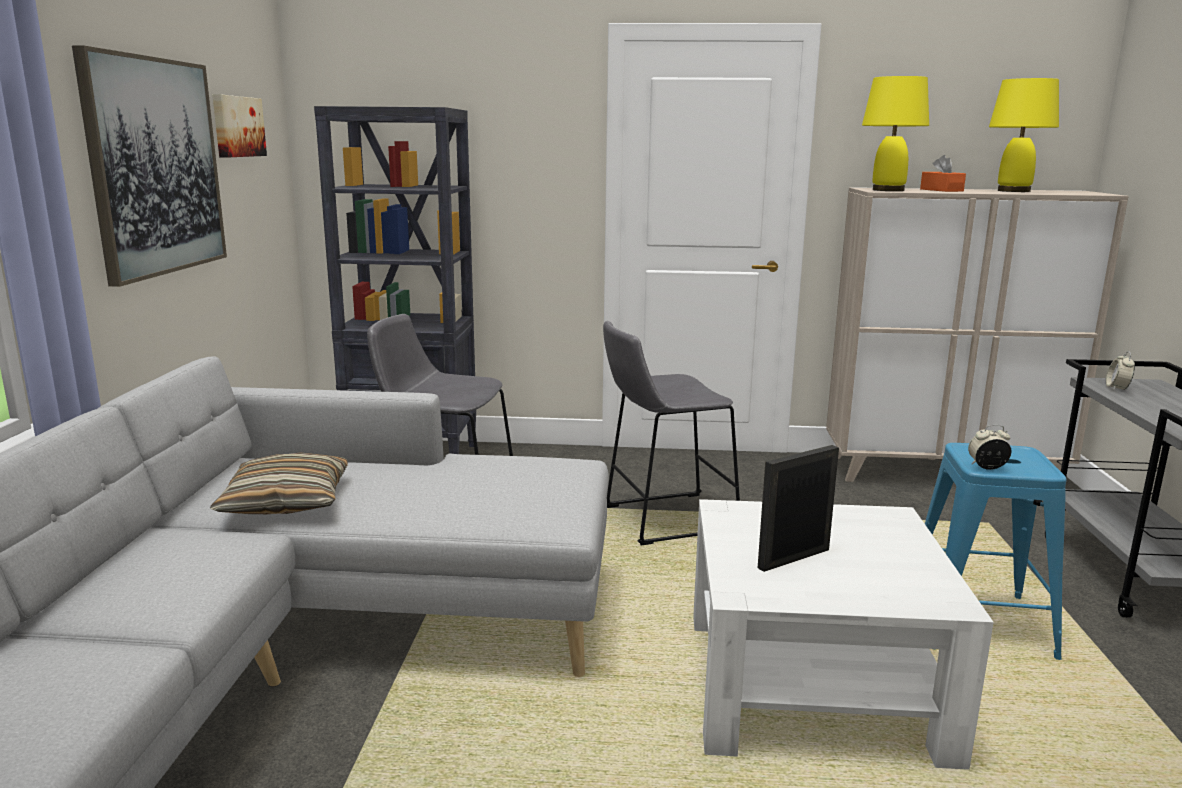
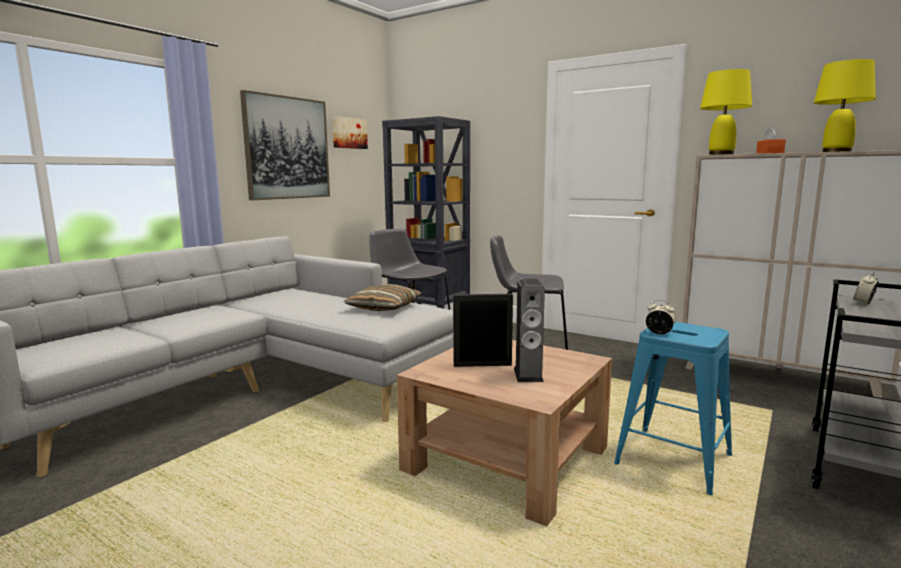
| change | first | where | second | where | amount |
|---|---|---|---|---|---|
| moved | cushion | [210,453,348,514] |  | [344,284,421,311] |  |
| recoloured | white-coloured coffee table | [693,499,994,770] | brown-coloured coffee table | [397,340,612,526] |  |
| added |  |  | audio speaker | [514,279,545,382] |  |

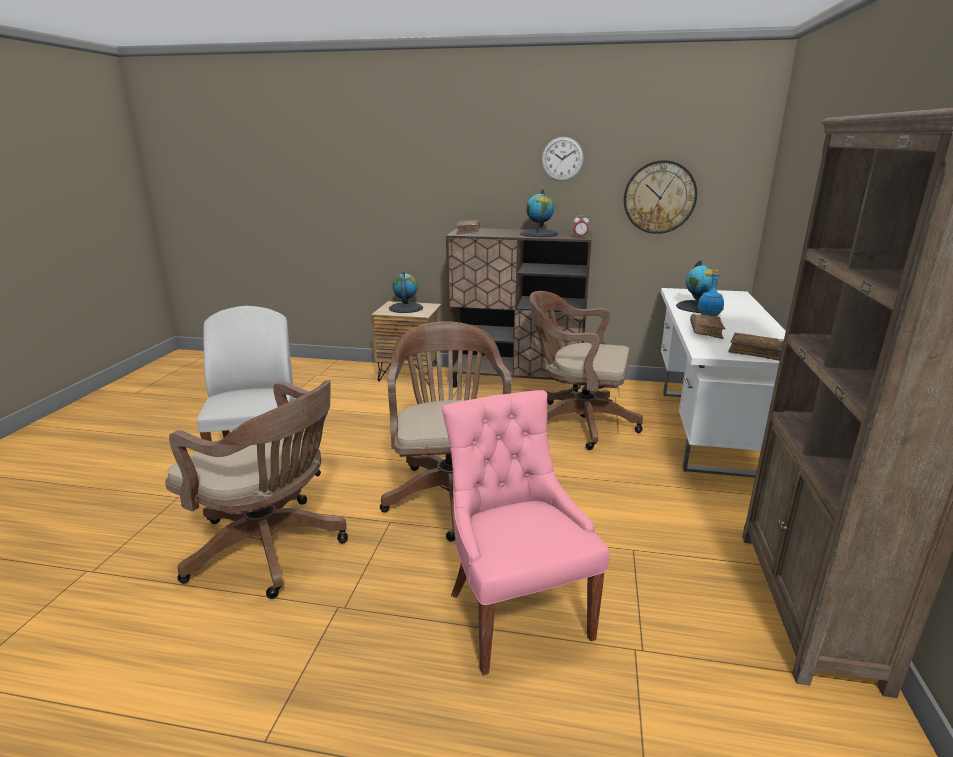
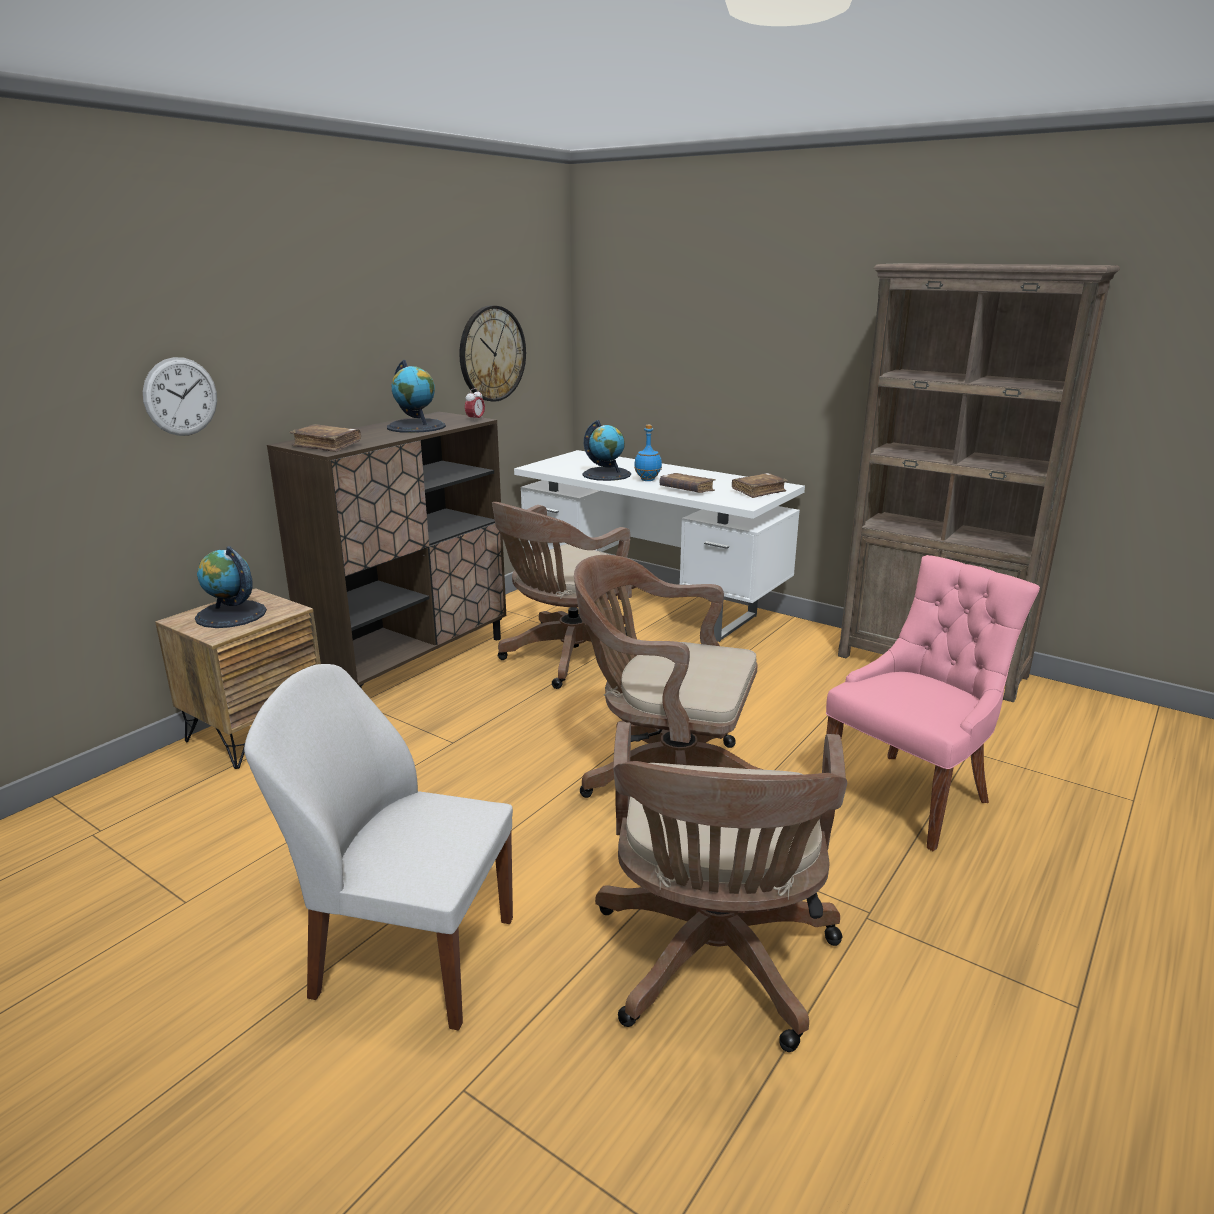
| change | first | where | second | where | amount |
|---|---|---|---|---|---|
| turned | brown-coloured computer chair | [165,380,348,599] |  | [595,722,847,1052] | 135 degrees clockwise |
| turned | pinkish plain chair | [442,390,610,675] |  | [826,555,1040,851] | 135 degrees clockwise |
| moved | wall clock | [541,137,584,181] |  | [143,357,217,436] |  |

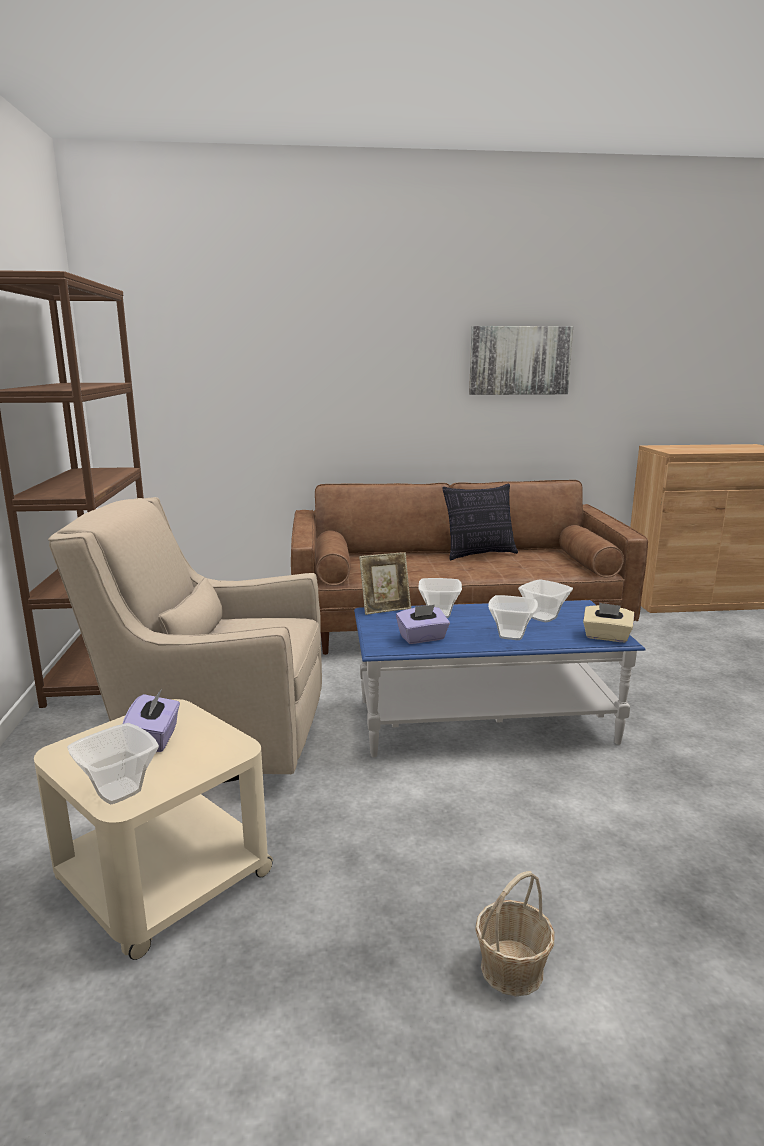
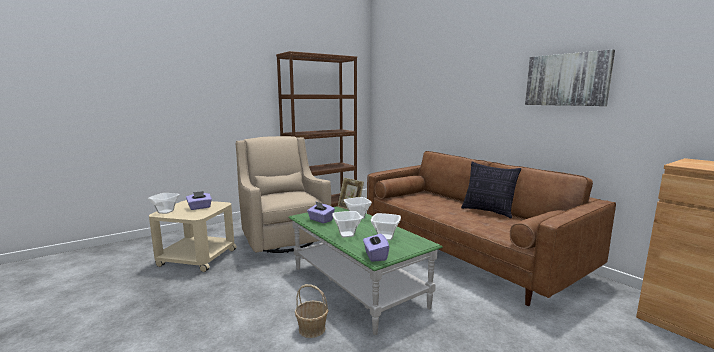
| change | first | where | second | where | amount |
|---|---|---|---|---|---|
| recoloured | bluish coffee table | [354,600,646,757] | greenish coffee table | [288,206,443,335] |  |
| moved | household basket | [475,871,555,996] |  | [295,284,329,338] |  |
| recoloured | beige-coloured tissue holder | [583,602,634,642] | purplish tissue holder | [363,230,389,262] |  |

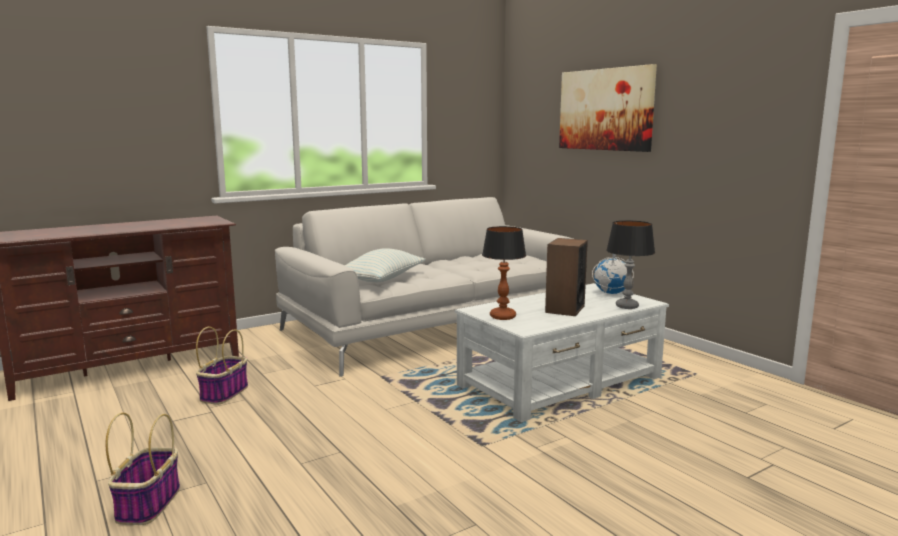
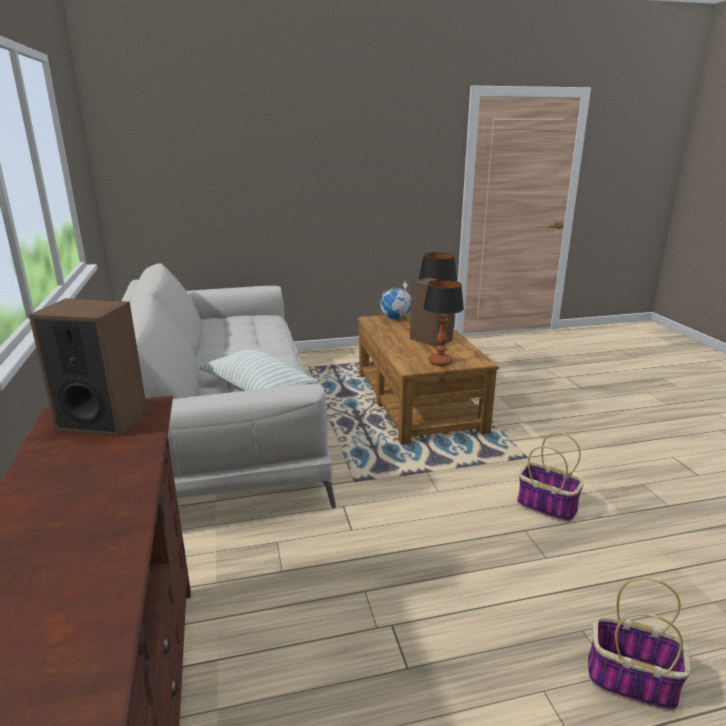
| change | first | where | second | where | amount |
|---|---|---|---|---|---|
| moved | household basket | [196,327,248,405] |  | [517,432,584,522] |  |
| recoloured | white-coloured coffee table | [455,283,669,422] | brown-coloured coffee table | [358,313,499,445] |  |
| removed | wall art | [559,64,657,152] |  |  |  |
| added |  |  | audio speaker | [29,299,147,436] |  |

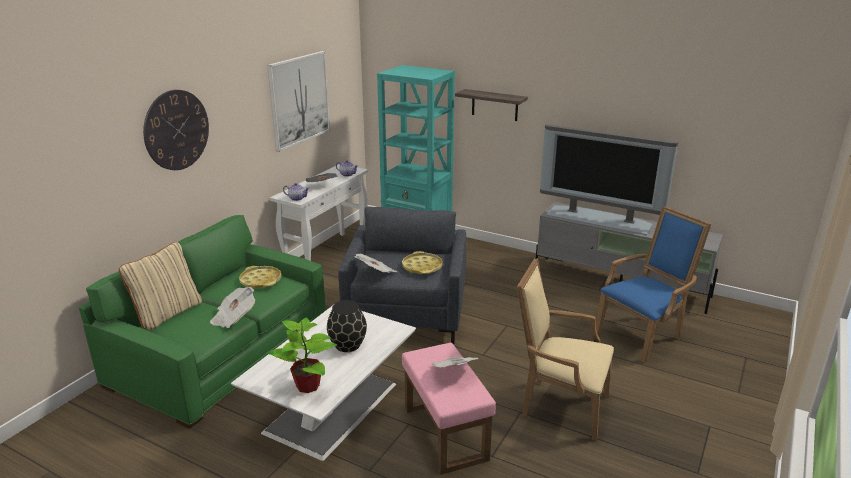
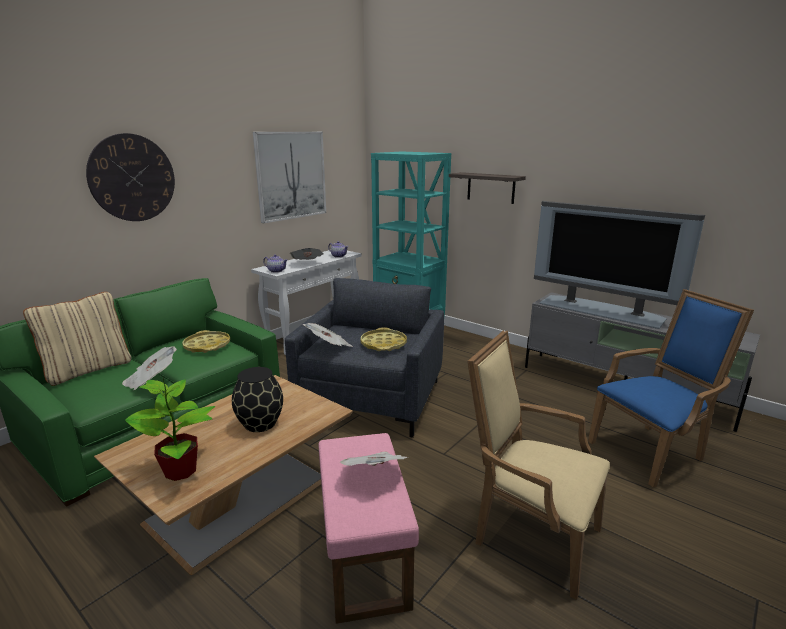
| change | first | where | second | where | amount |
|---|---|---|---|---|---|
| recoloured | white-coloured coffee table | [231,306,416,461] | brown-coloured coffee table | [94,375,353,575] |  |

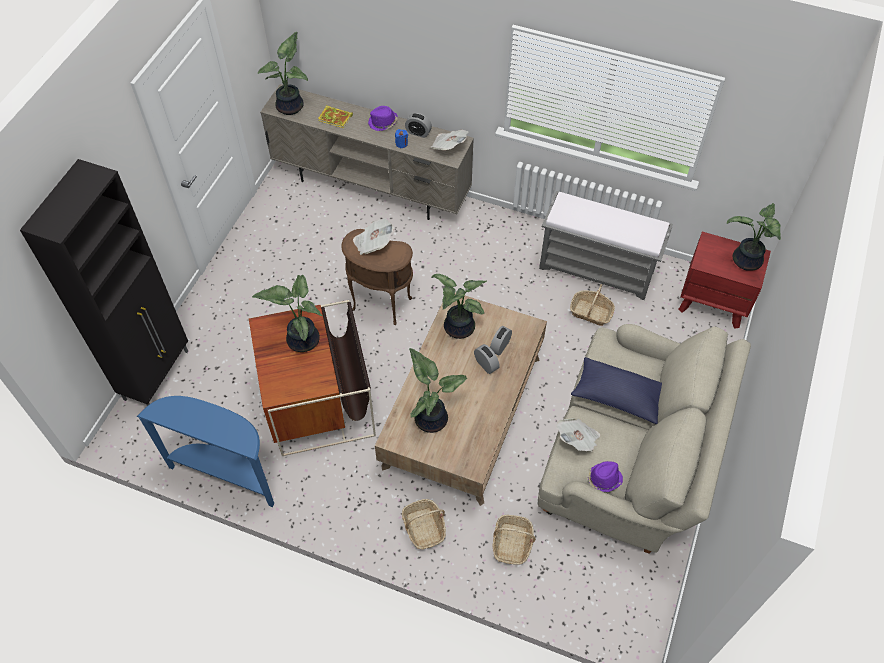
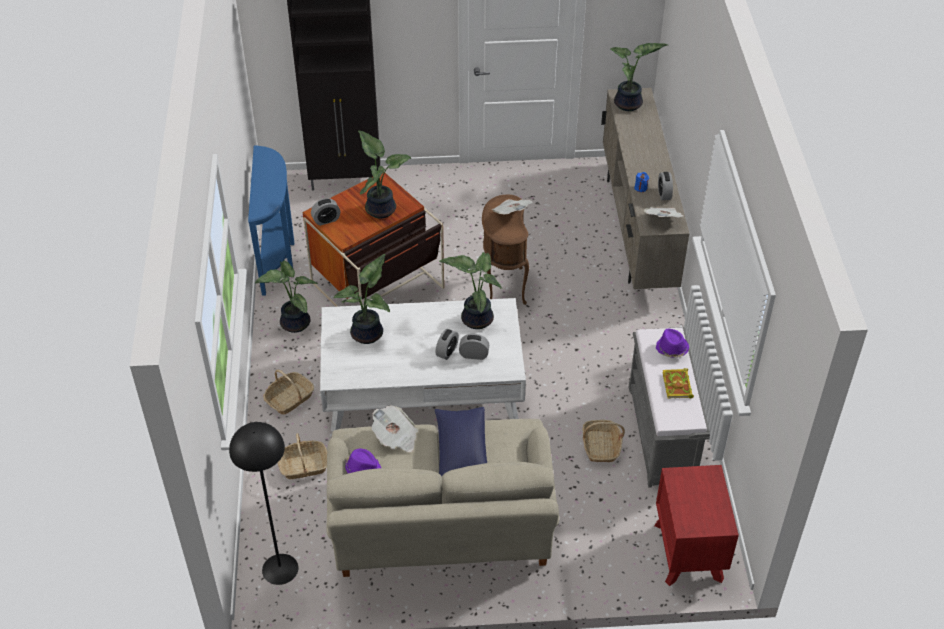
| change | first | where | second | where | amount |
|---|---|---|---|---|---|
| moved | bound book | [318,105,353,128] |  | [662,368,694,398] |  |
| moved | purplish hat | [368,106,398,131] |  | [656,328,689,358] |  |
| recoloured | brown-coloured coffee table | [375,292,547,506] | white-coloured coffee table | [320,298,526,431] |  |
| moved | houseplant | [727,203,781,271] |  | [255,261,318,333] |  |
| added |  |  | black-coloured standing lamp | [229,422,298,585] |  |
| added |  |  | alarm clock | [311,198,340,226] |  |

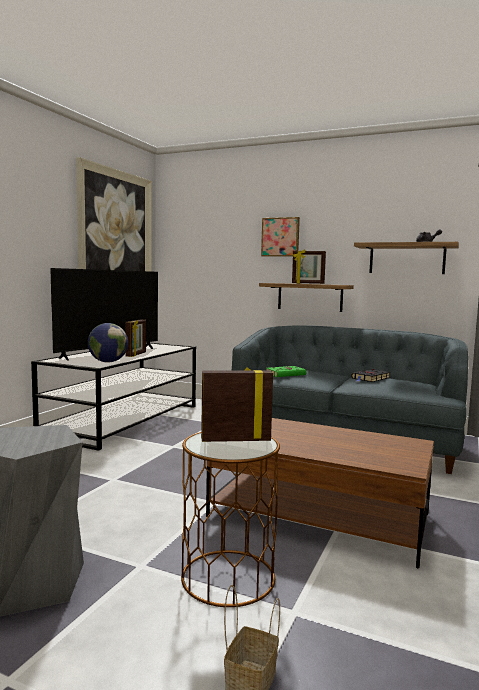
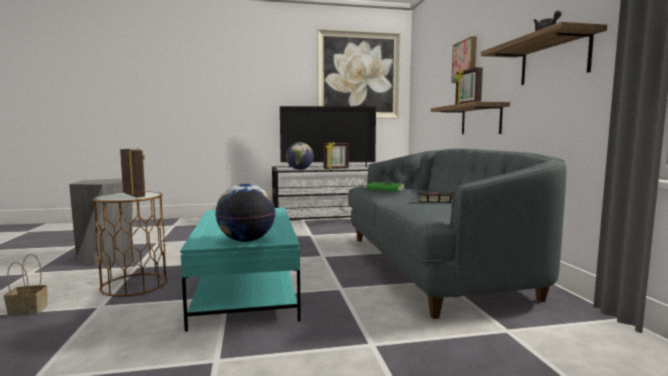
| change | first | where | second | where | amount |
|---|---|---|---|---|---|
| recoloured | brown-coloured coffee table | [206,418,434,568] | turquoise coffee table | [180,208,301,332] |  |
| added |  |  | globe | [215,184,275,242] |  |

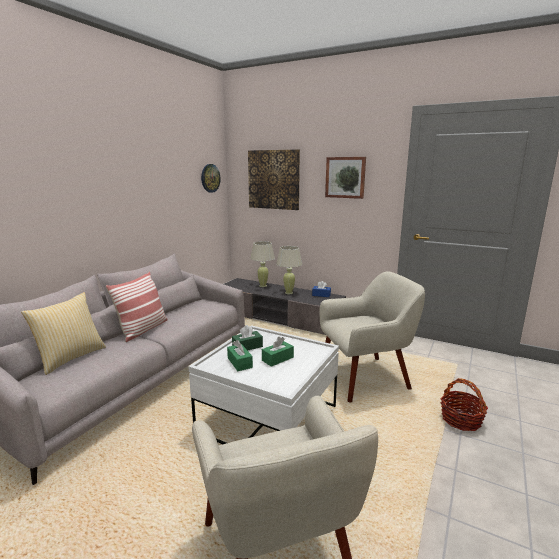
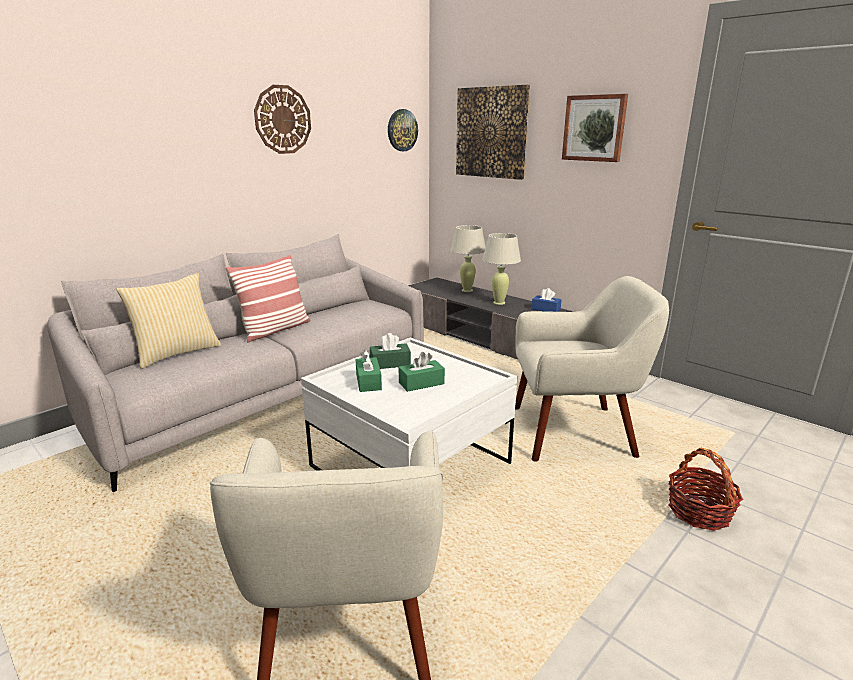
| change | first | where | second | where | amount |
|---|---|---|---|---|---|
| added |  |  | wall clock | [254,85,311,154] |  |

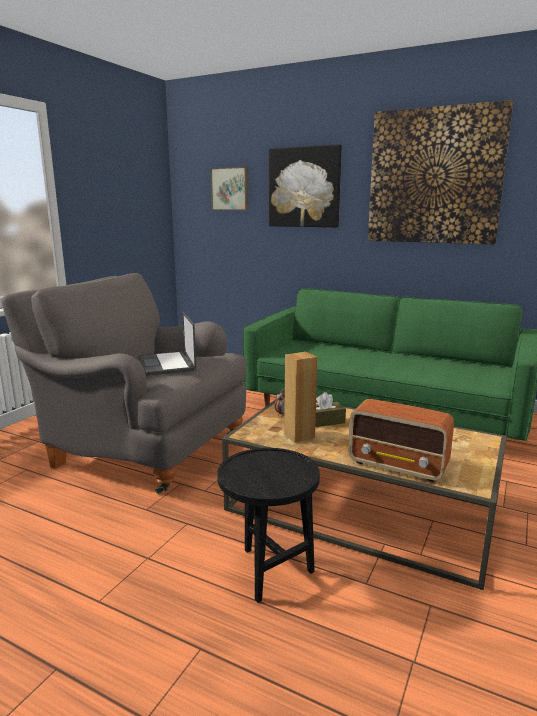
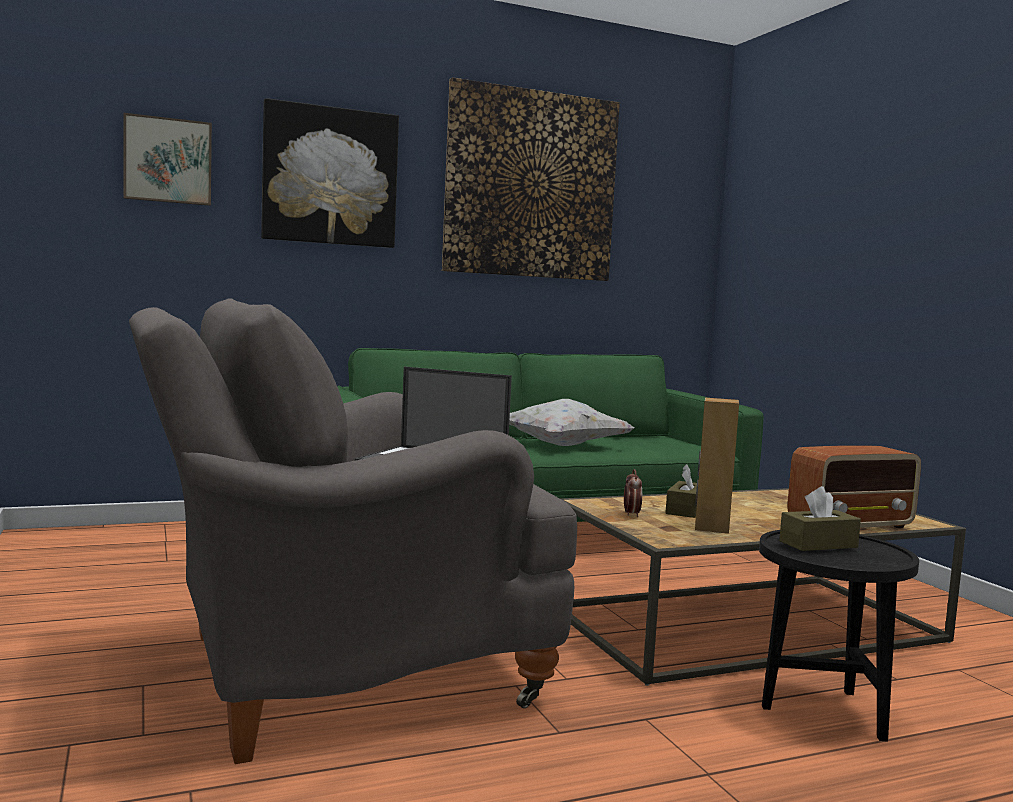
| change | first | where | second | where | amount |
|---|---|---|---|---|---|
| added |  |  | white-coloured cushion | [509,399,634,446] |  |
| added |  |  | brown-coloured tissue holder | [779,486,861,551] |  |

